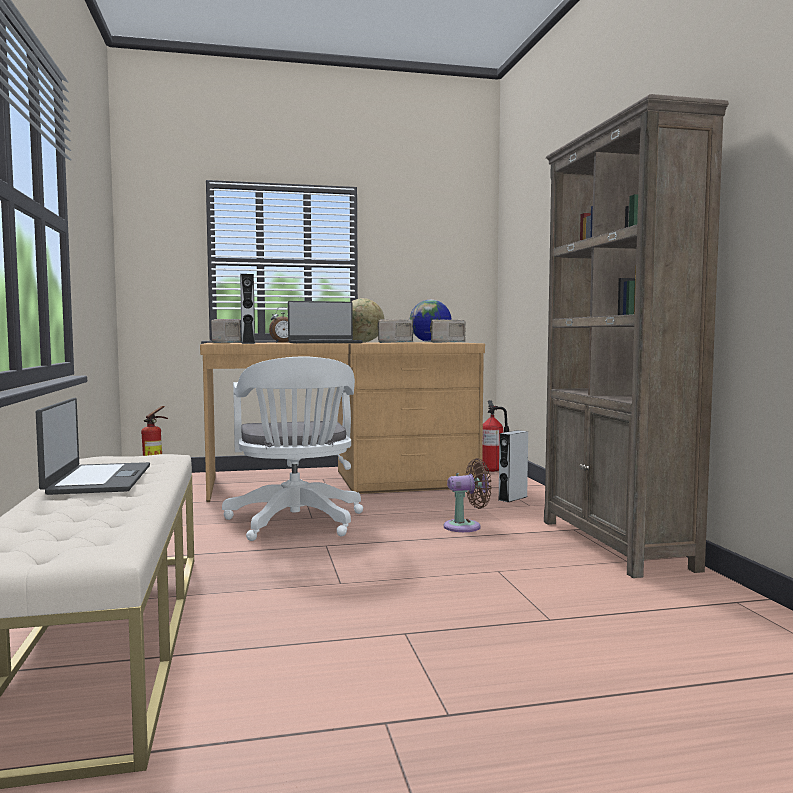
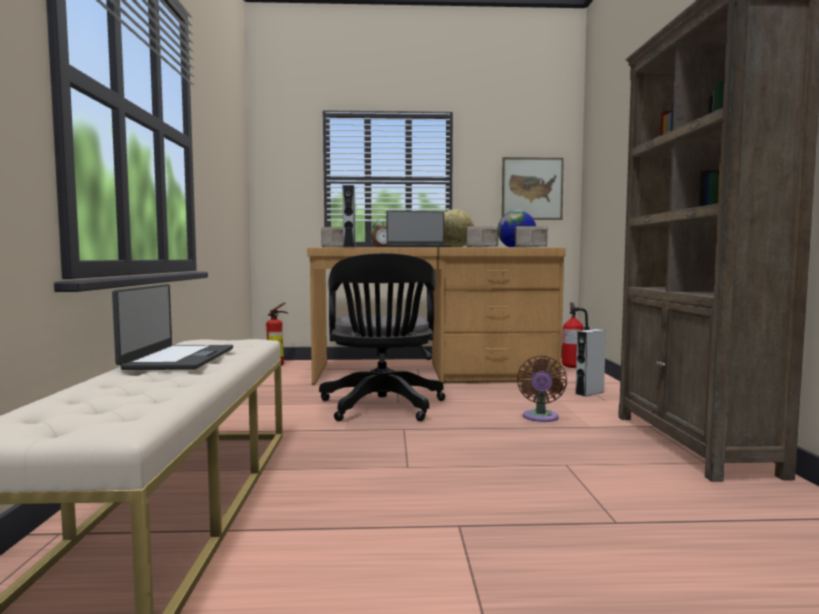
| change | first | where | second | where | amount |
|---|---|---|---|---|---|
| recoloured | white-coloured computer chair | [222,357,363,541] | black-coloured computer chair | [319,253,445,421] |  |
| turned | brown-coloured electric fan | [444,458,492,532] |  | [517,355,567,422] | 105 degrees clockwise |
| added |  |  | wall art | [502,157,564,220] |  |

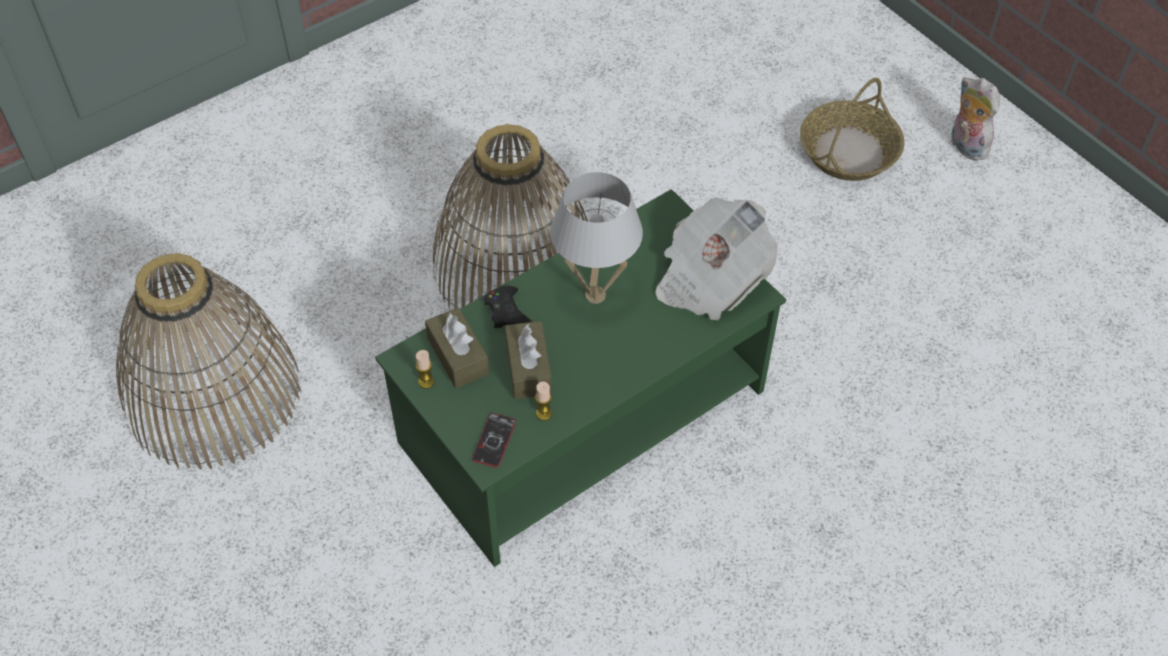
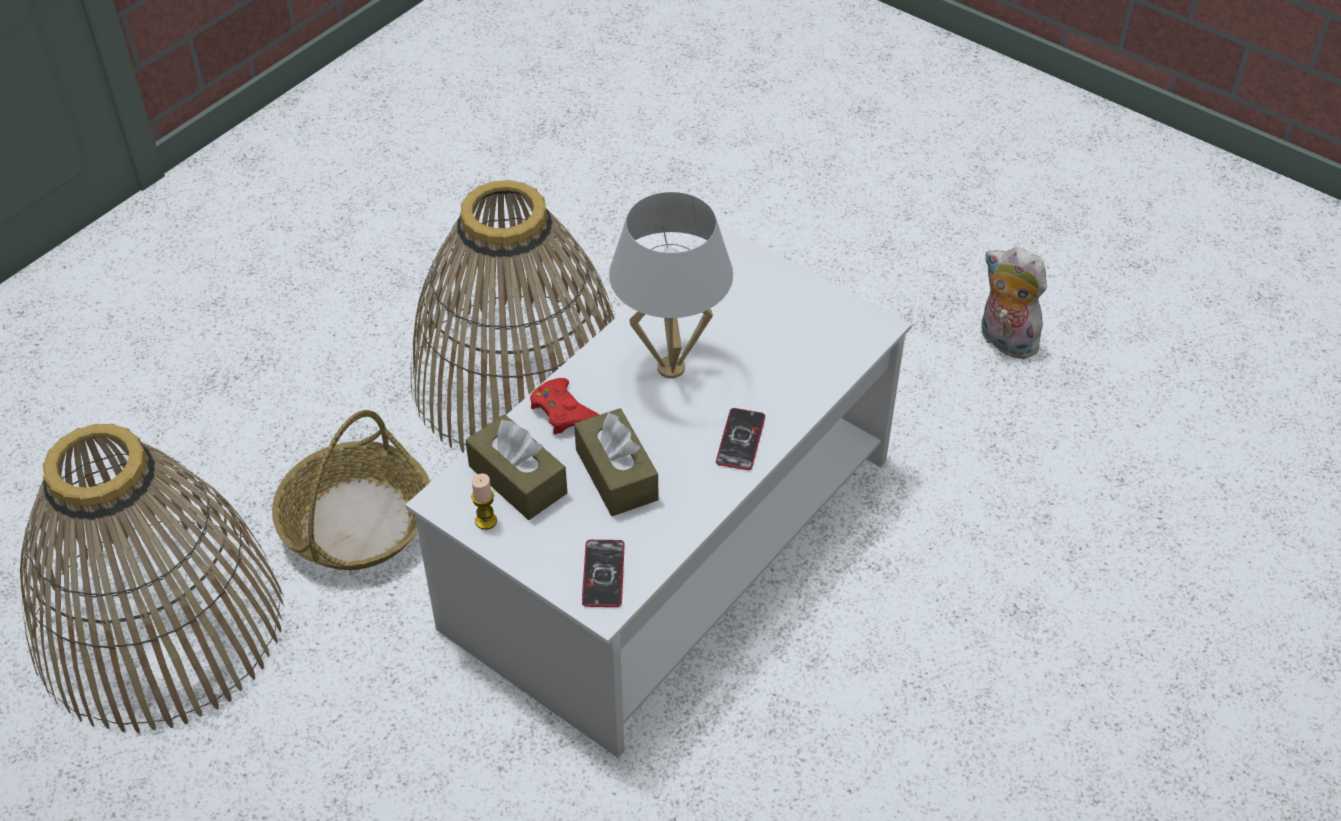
| change | first | where | second | where | amount |
|---|---|---|---|---|---|
| recoloured | greenish coffee table | [375,189,786,567] | white-coloured coffee table | [405,225,912,758] |  |
| recoloured | black-coloured joypad | [484,286,532,328] | red joypad | [530,378,600,435] |  |
| removed | candle | [535,382,552,421] |  |  |  |
| removed | newspaper | [655,197,778,321] |  |  |  |
| moved | household basket | [800,78,905,181] |  | [272,410,430,570] |  |
| moved | cuddly toy | [951,78,1000,161] |  | [982,247,1047,359] |  |
| added |  |  | phone | [716,408,765,470] |  |

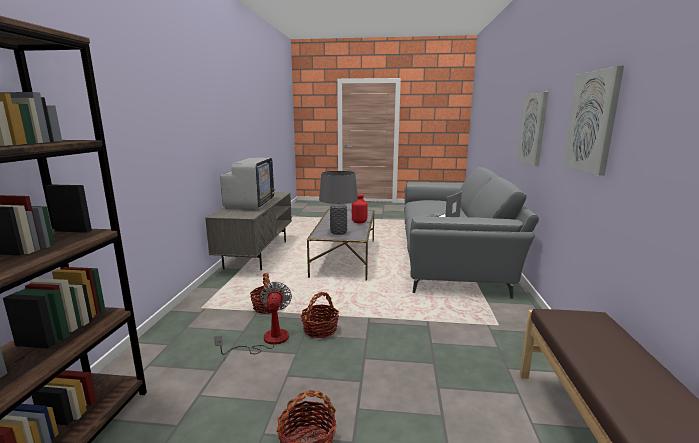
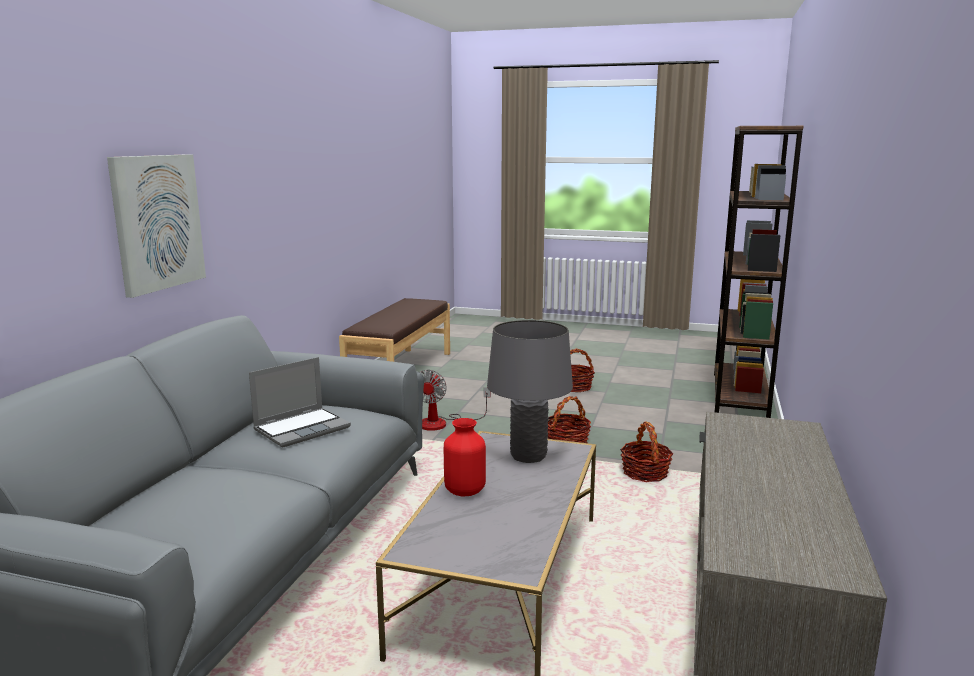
| change | first | where | second | where | amount |
|---|---|---|---|---|---|
| moved | electric fan | [214,282,292,355] |  | [419,370,491,431] |  |
| removed | TV | [220,158,275,210] |  |  |  |
| removed | wall art | [563,66,624,176] |  |  |  |

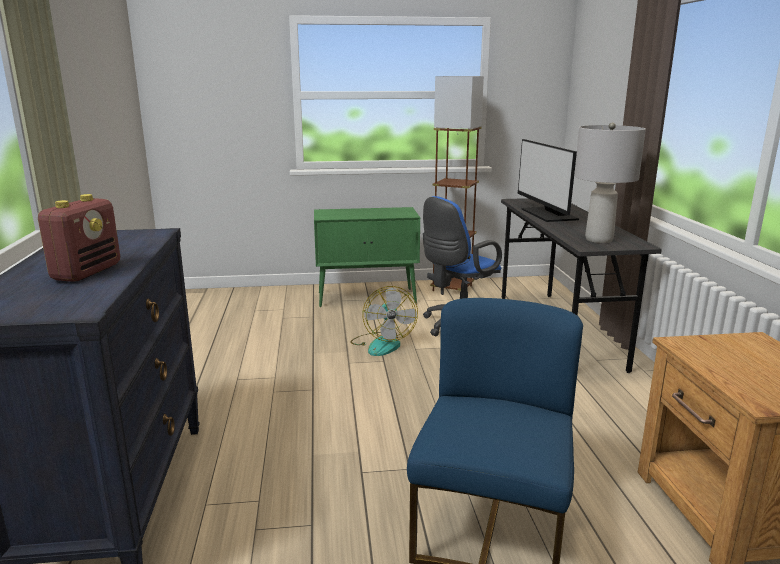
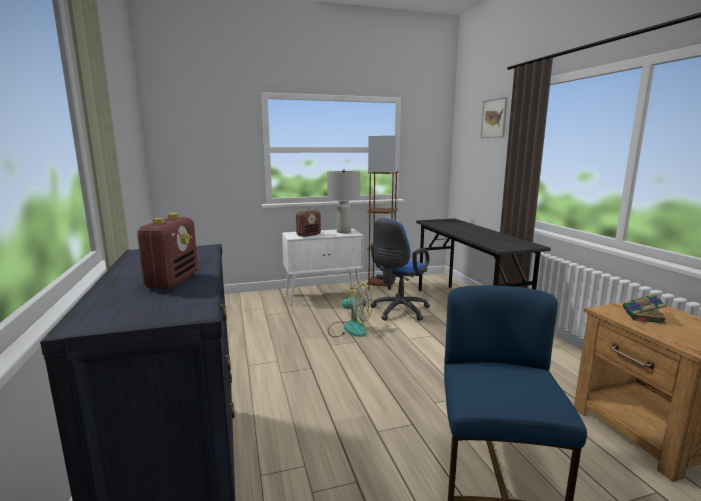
| change | first | where | second | where | amount |
|---|---|---|---|---|---|
| recoloured | greenish storage cabinet | [314,207,420,307] | white-coloured storage cabinet | [282,229,363,305] |  |
| turned | electric fan | [350,286,418,356] |  | [328,282,372,337] | 45 degrees counterclockwise |
| removed | computer display | [518,139,579,222] |  |  |  |
| moved | greyish lamp for a table | [574,123,646,243] |  | [327,169,360,233] |  |
| added |  |  | radio set | [296,209,321,237] |  |
| added |  |  | wall art | [481,97,508,138] |  |
| added |  |  | bound book | [623,294,667,324] |  |

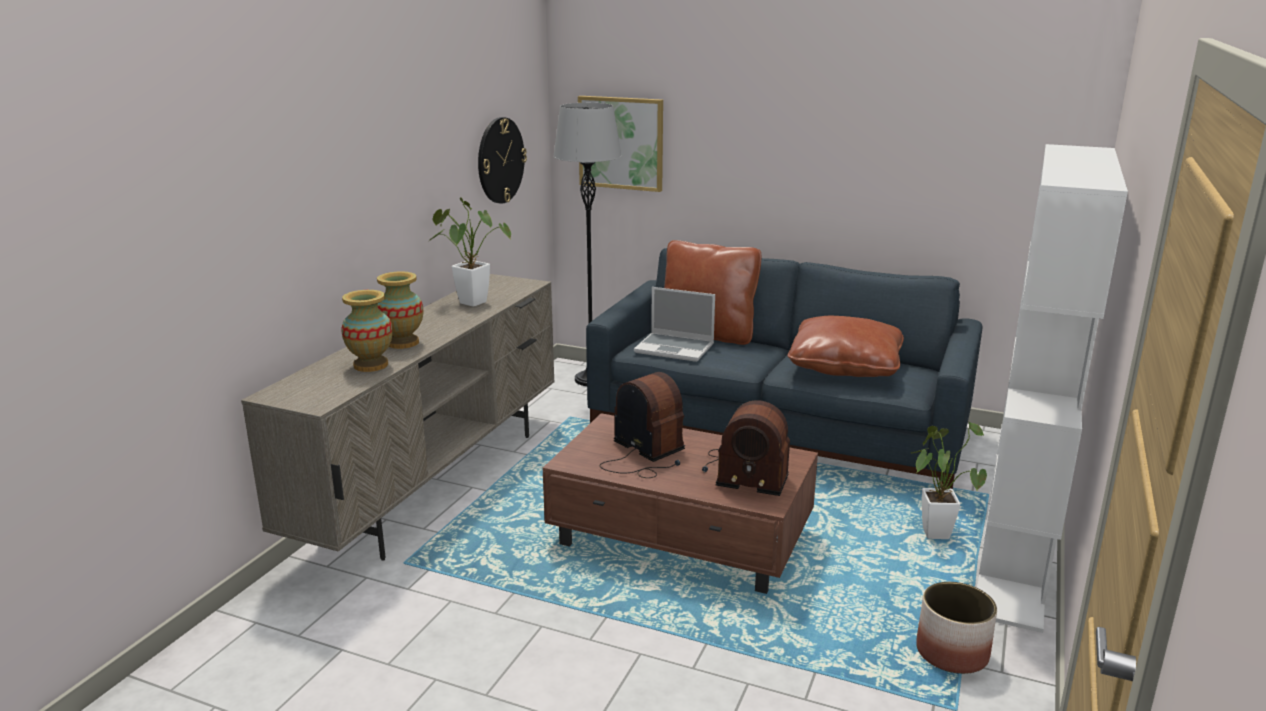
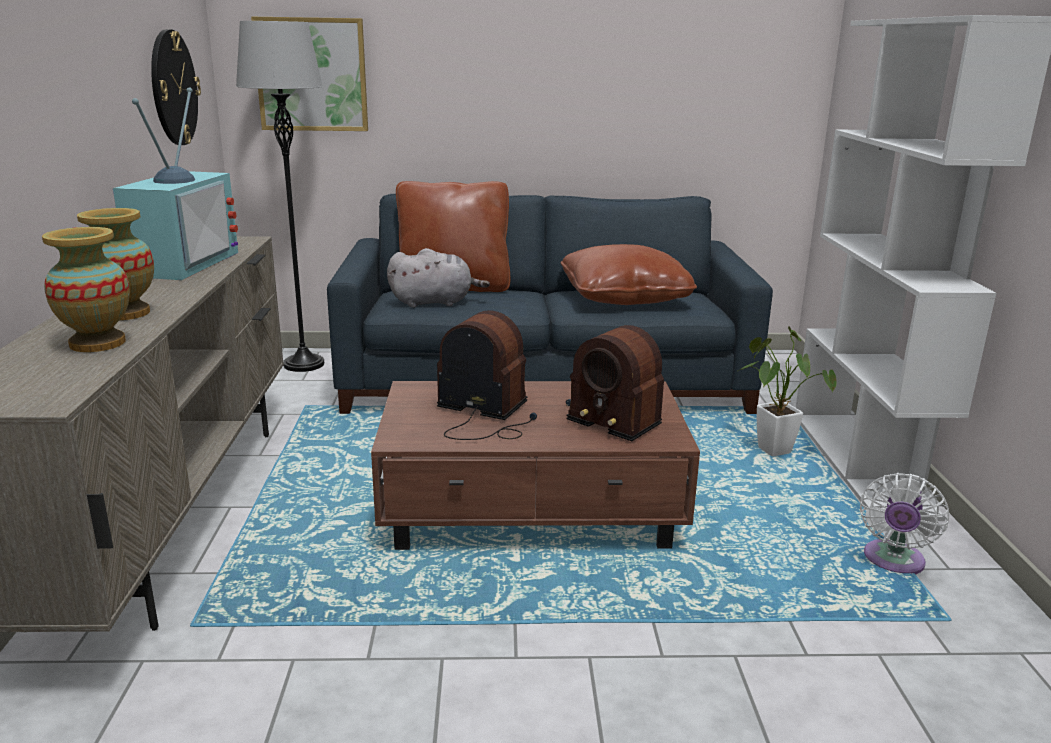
| change | first | where | second | where | amount |
|---|---|---|---|---|---|
| replaced | houseplant | [429,197,511,307] | TV | [113,87,238,280] |  |
| replaced | portable computer | [634,287,715,362] | greyish cuddly toy | [387,248,490,308] |  |
| turned | radio set | [702,400,790,496] |  | [566,325,664,441] | 45 degrees clockwise |
| replaced | flower pot | [916,582,997,674] | white-coloured electric fan | [860,473,949,574] |  |

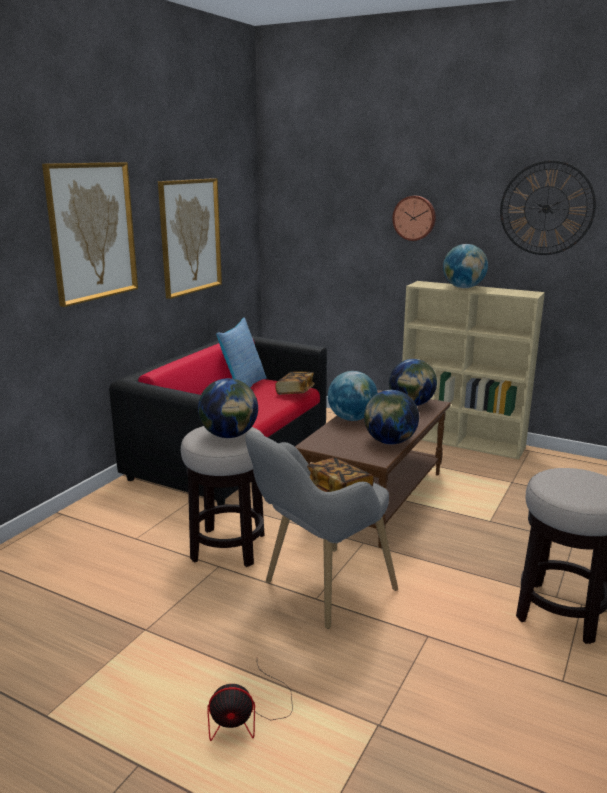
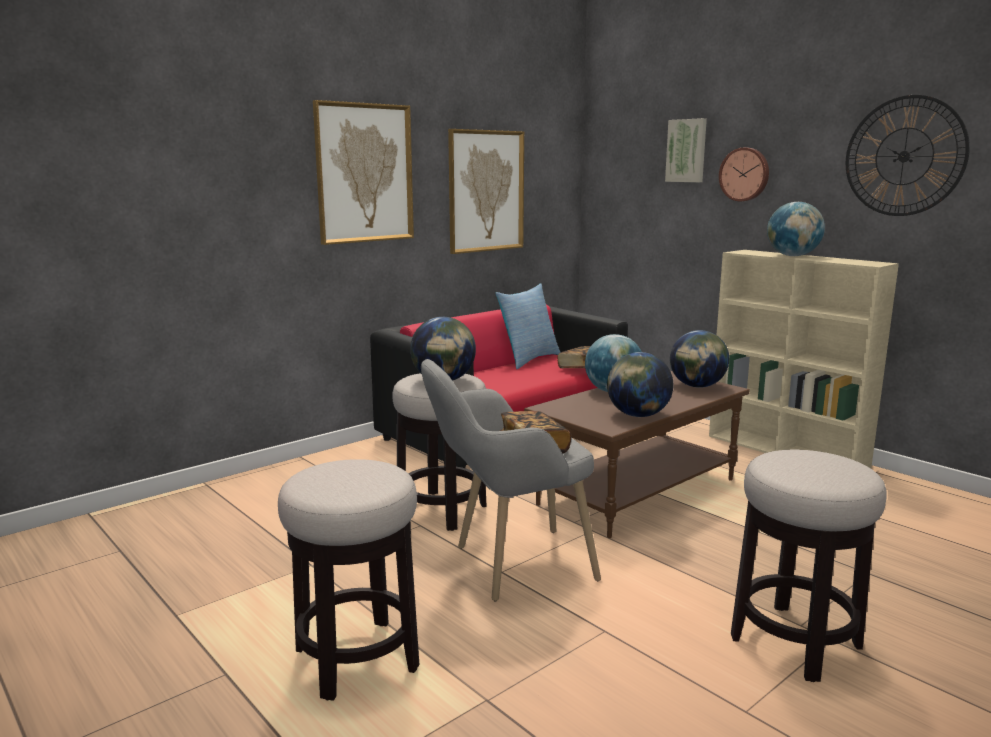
| change | first | where | second | where | amount |
|---|---|---|---|---|---|
| replaced | electric fan | [207,664,293,741] | sitting stool | [278,459,419,701] |  |
| added |  |  | wall art | [665,118,707,182] |  |

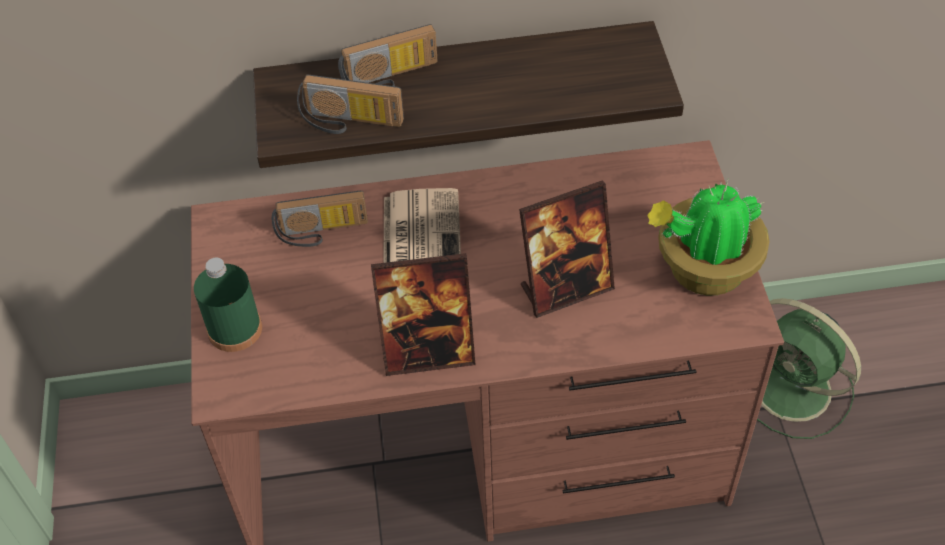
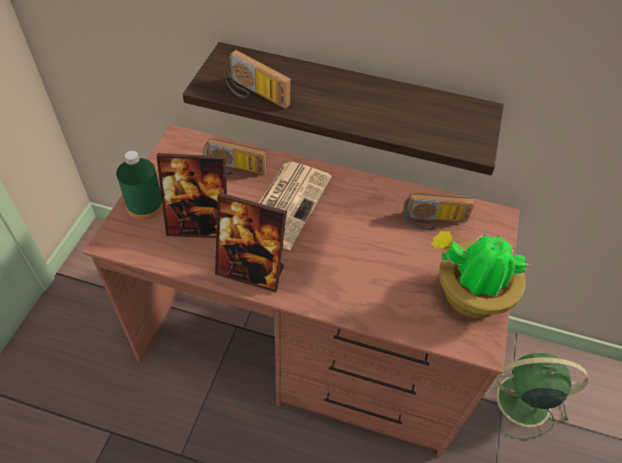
| change | first | where | second | where | amount |
|---|---|---|---|---|---|
| moved | radio set | [338,24,438,86] |  | [403,193,474,230] |  |
| moved | picture frame | [519,180,615,318] |  | [156,153,227,238] |  |
| turned | greenish electric fan | [757,298,861,439] |  | [483,353,588,440] | 120 degrees clockwise |

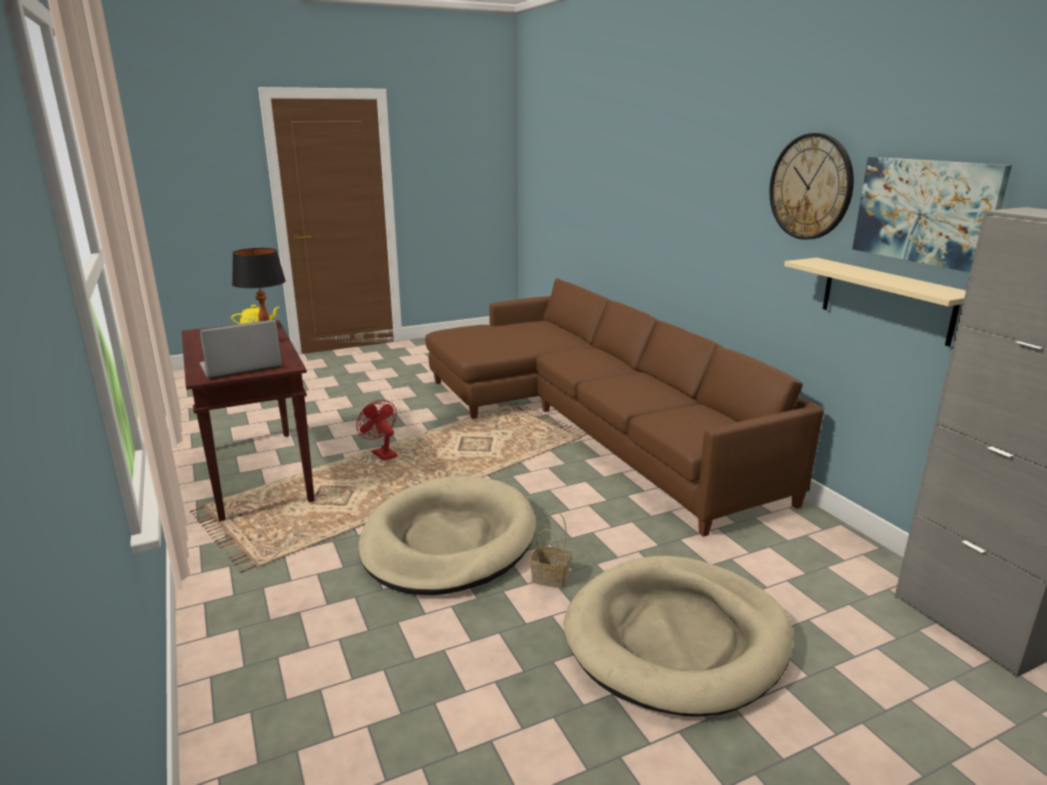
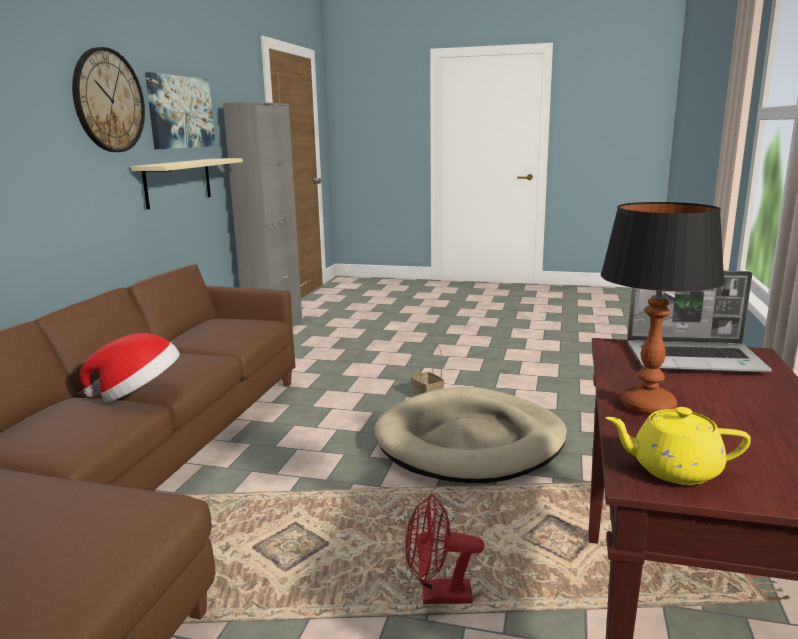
| change | first | where | second | where | amount |
|---|---|---|---|---|---|
| turned | red electric fan | [356,400,397,461] |  | [405,494,484,604] | 90 degrees clockwise |
| removed | beige-coloured dog cushion | [564,556,794,717] |  |  |  |
| added |  |  | hat | [80,333,180,402] |  |

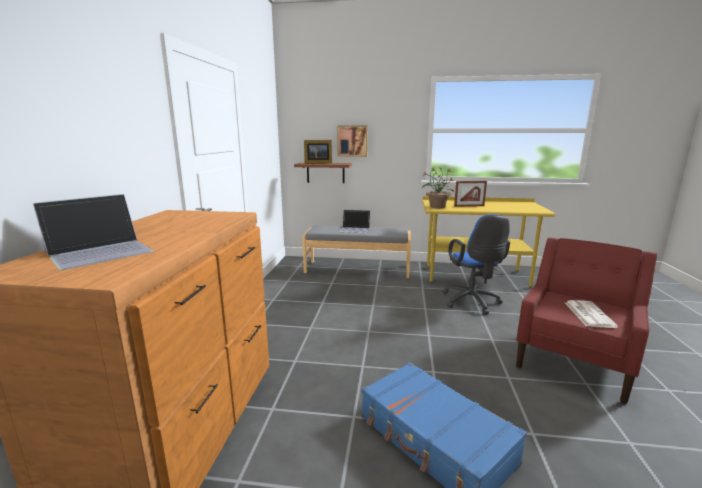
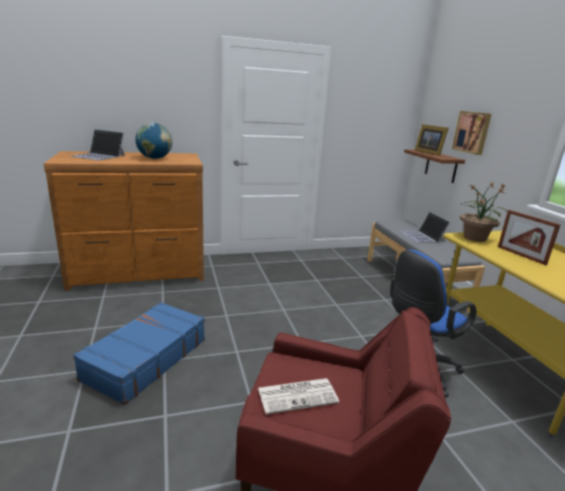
| change | first | where | second | where | amount |
|---|---|---|---|---|---|
| added |  |  | globe | [135,123,172,159] |  |

